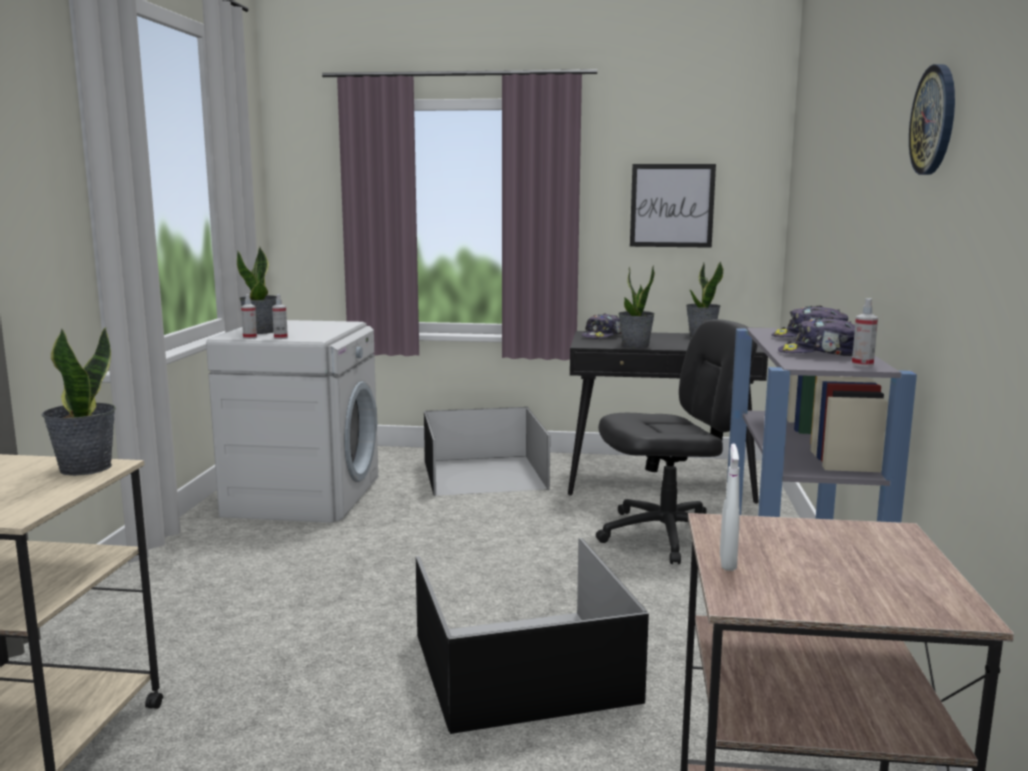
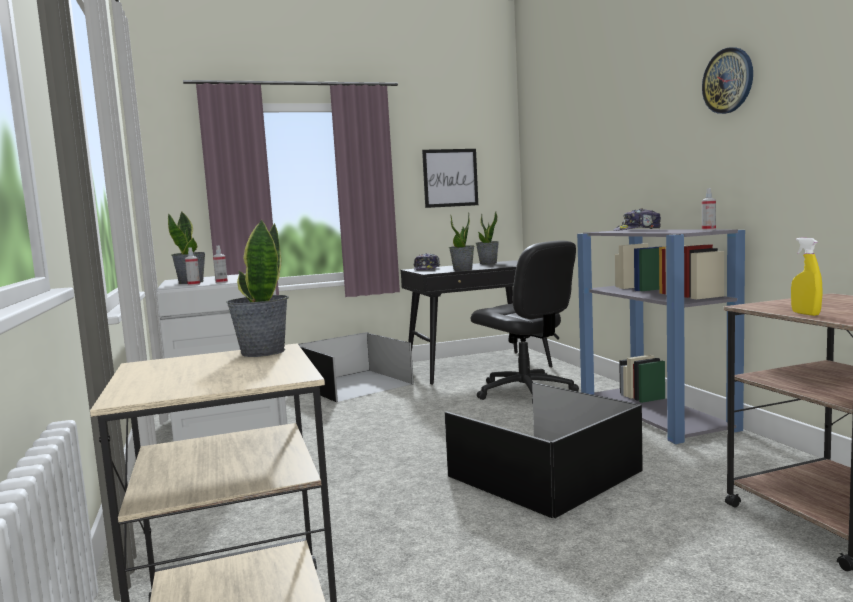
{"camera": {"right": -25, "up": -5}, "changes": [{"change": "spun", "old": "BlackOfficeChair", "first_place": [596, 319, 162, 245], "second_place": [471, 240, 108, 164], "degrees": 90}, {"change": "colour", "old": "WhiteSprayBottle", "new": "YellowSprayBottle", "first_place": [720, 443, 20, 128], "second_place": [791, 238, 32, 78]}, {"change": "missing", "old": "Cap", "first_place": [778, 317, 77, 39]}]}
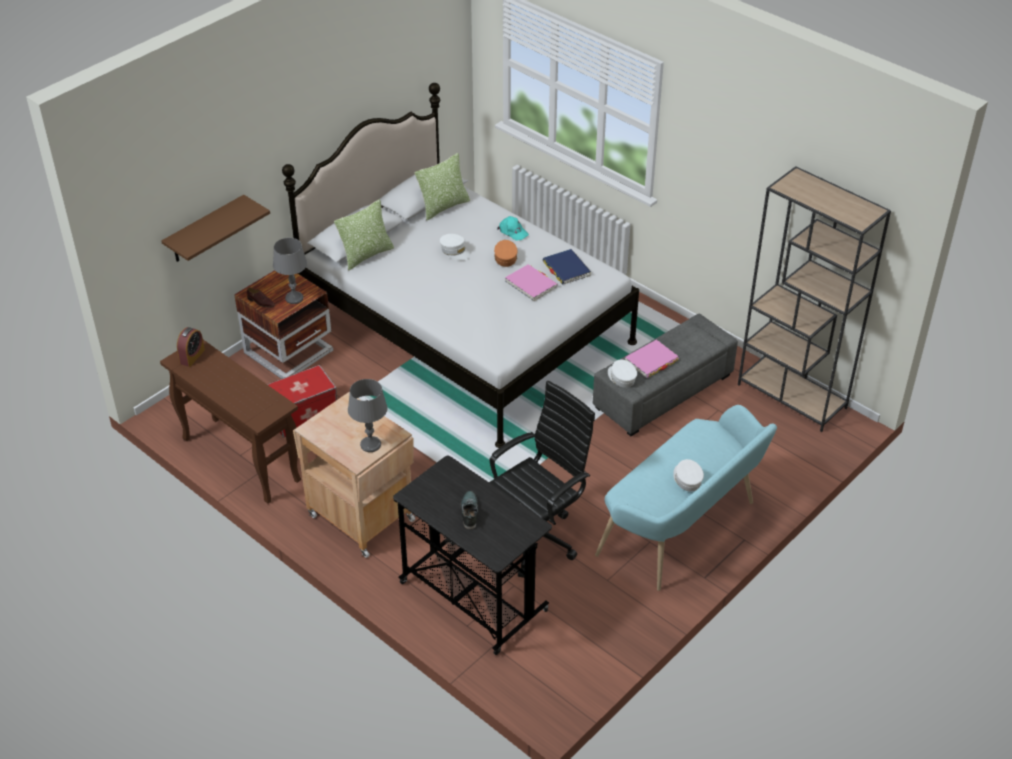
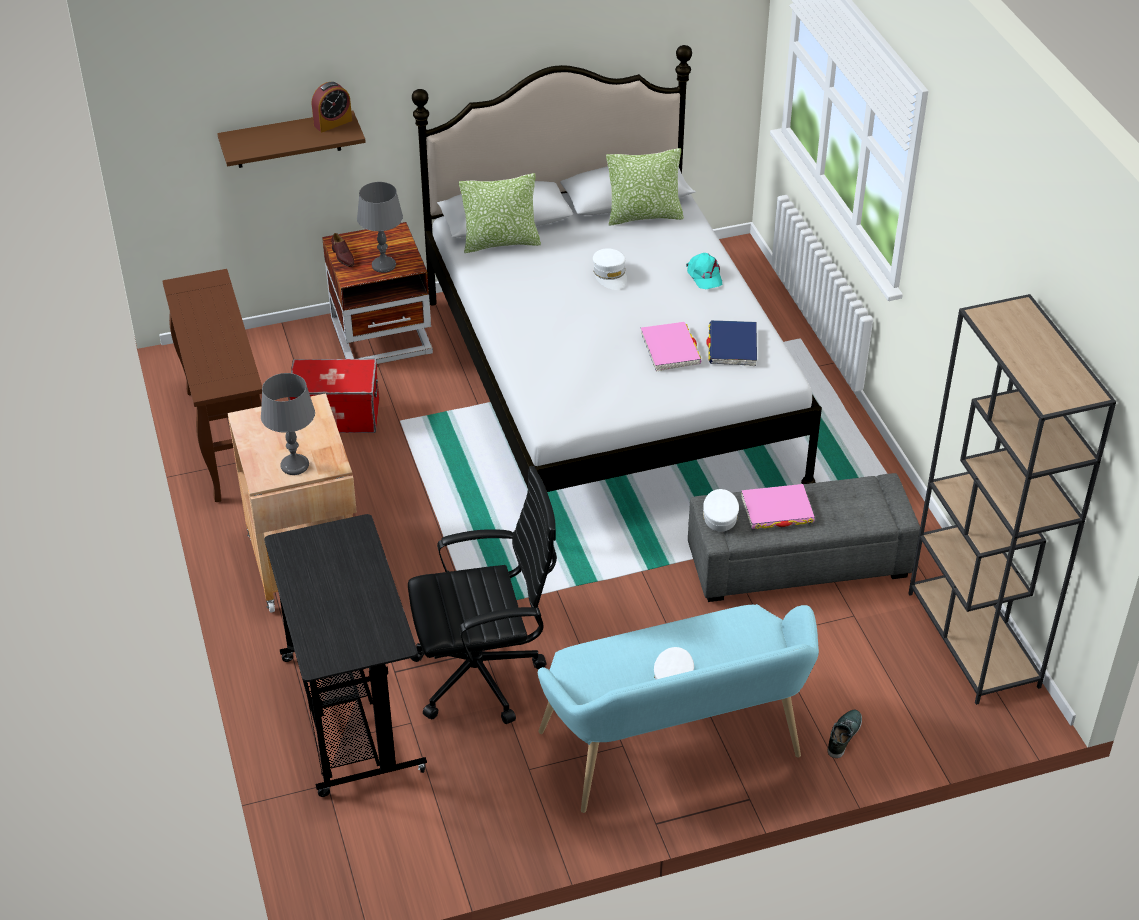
{"camera": {"right": 30, "up": 0}, "changes": [{"change": "relocated", "old": "AlarmClock", "first_place": [177, 327, 28, 40], "second_place": [312, 82, 40, 50]}, {"change": "relocated", "old": "Shoe", "first_place": [460, 491, 18, 39], "second_place": [827, 709, 35, 49]}, {"change": "missing", "old": "OrangeCap", "first_place": [494, 240, 24, 27]}]}
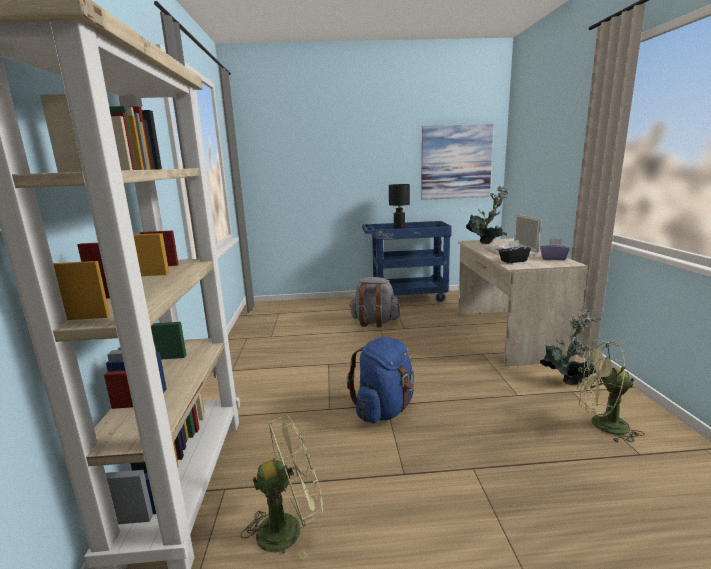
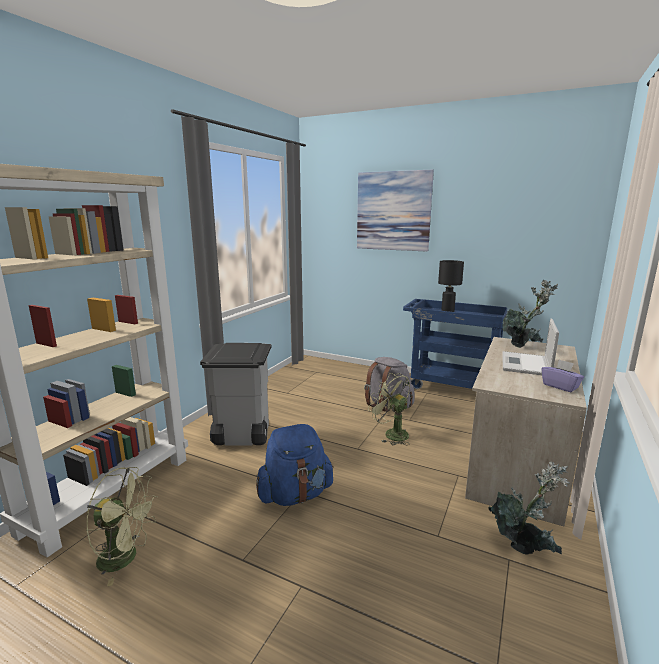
{"camera": {"right": 30, "up": 0}, "changes": [{"change": "appeared", "new": "GreyTrashCan", "second_place": [200, 343, 71, 103]}, {"change": "relocated", "old": "Picture", "first_place": [421, 124, 73, 76], "second_place": [357, 170, 77, 81]}, {"change": "relocated", "old": "GreenFan", "first_place": [577, 340, 67, 103], "second_place": [368, 373, 42, 72]}, {"change": "missing", "old": "BlackTissueBox", "first_place": [499, 240, 32, 23]}]}
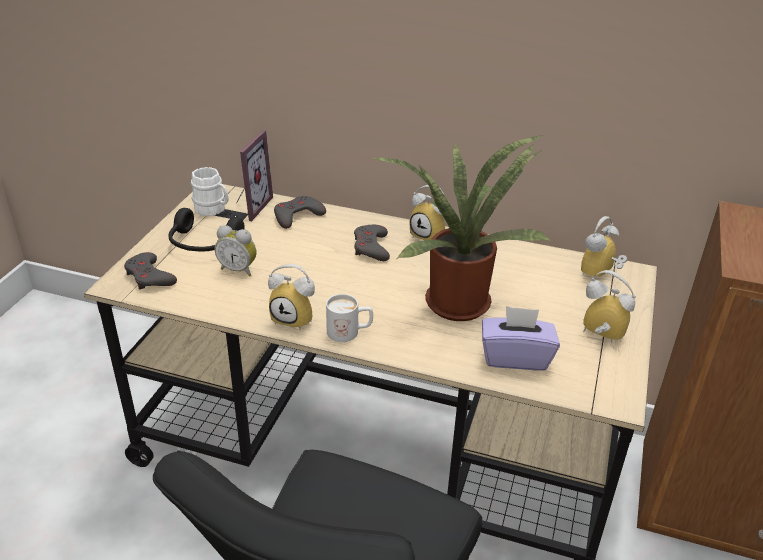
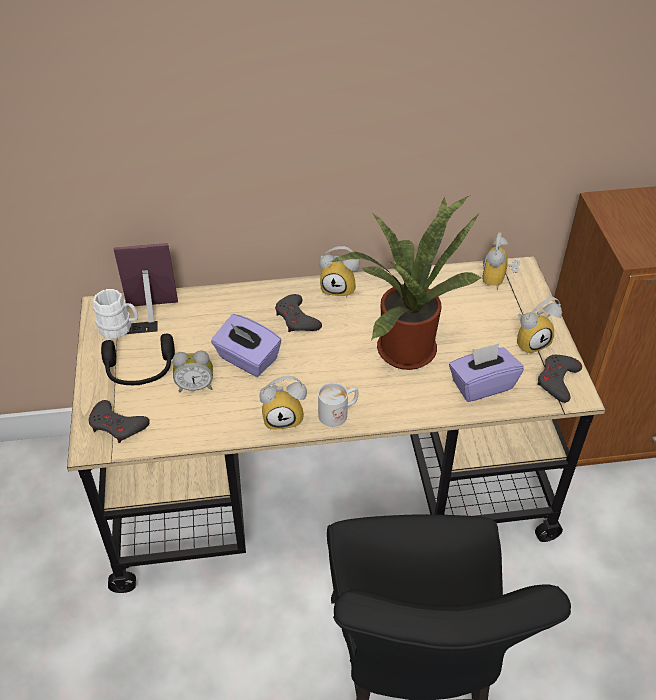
{"camera": {"right": -25, "up": 10}, "changes": [{"change": "spun", "old": "PictureFrame", "first_place": [236, 130, 37, 91], "second_place": [114, 243, 64, 80], "degrees": -90}, {"change": "appeared", "new": "PurpleTissueBox", "second_place": [211, 314, 70, 63]}, {"change": "spun", "old": "AlarmClock", "first_place": [583, 270, 53, 73], "second_place": [517, 297, 45, 58], "degrees": 150}, {"change": "relocated", "old": "GreyGameController", "first_place": [274, 196, 52, 33], "second_place": [537, 355, 45, 48]}]}
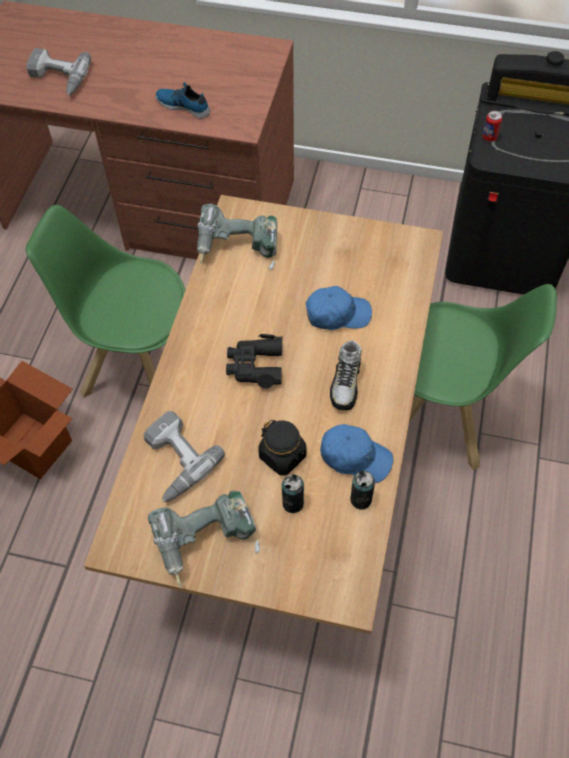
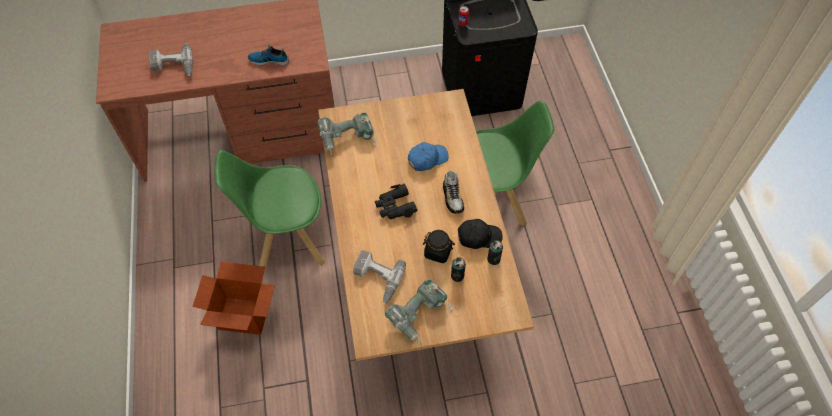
{"camera": {"right": -25, "up": 0}, "changes": [{"change": "colour", "old": "BlueCap", "new": "BlackCap", "first_place": [320, 424, 73, 59], "second_place": [458, 219, 44, 30]}]}
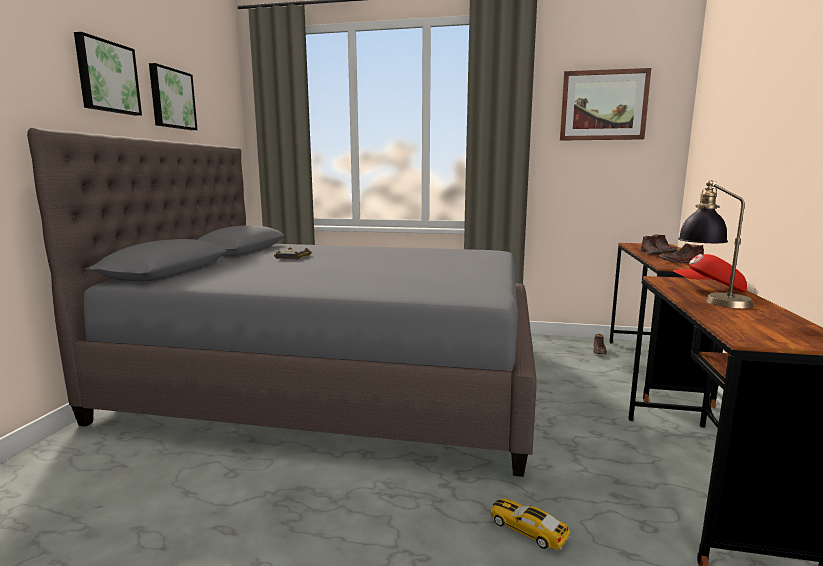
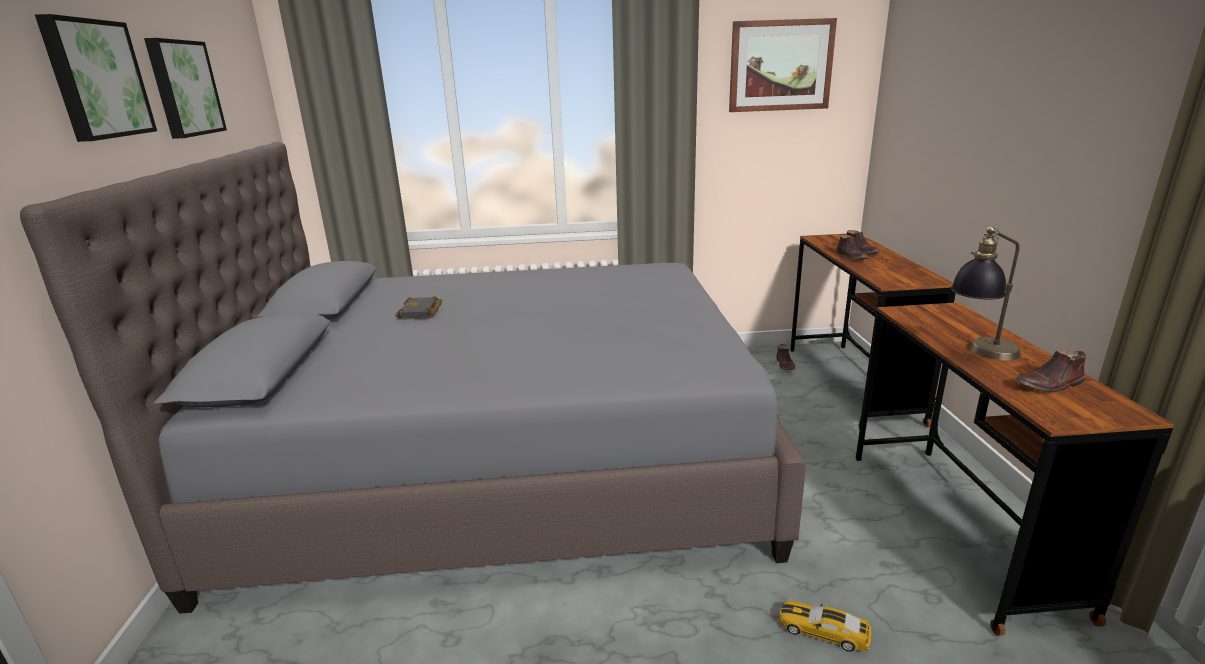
{"camera": {"right": -15, "up": 10}, "changes": [{"change": "relocated", "old": "BrownShoe", "first_place": [659, 243, 45, 20], "second_place": [1015, 350, 71, 43]}, {"change": "missing", "old": "RedCap", "first_place": [673, 254, 74, 38]}]}
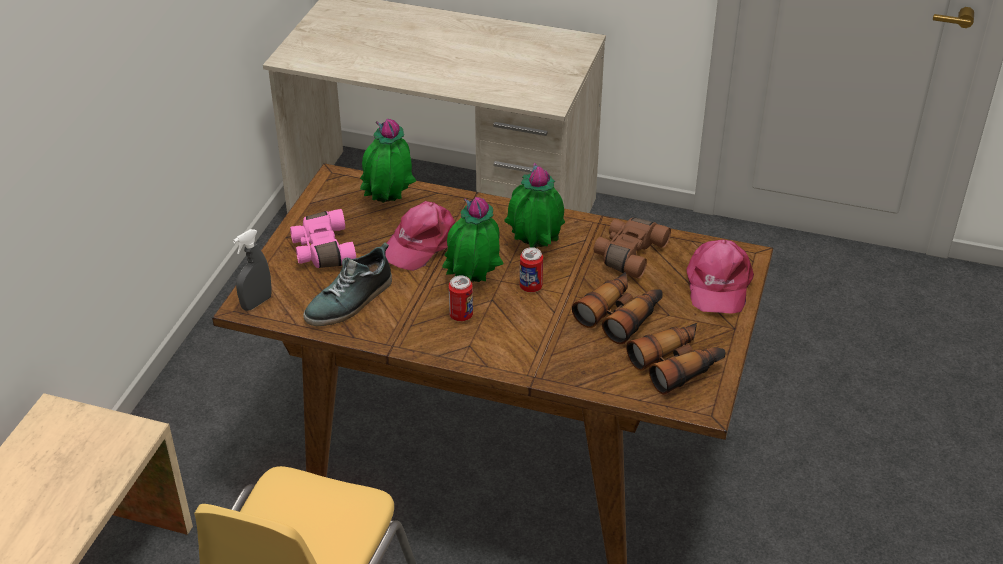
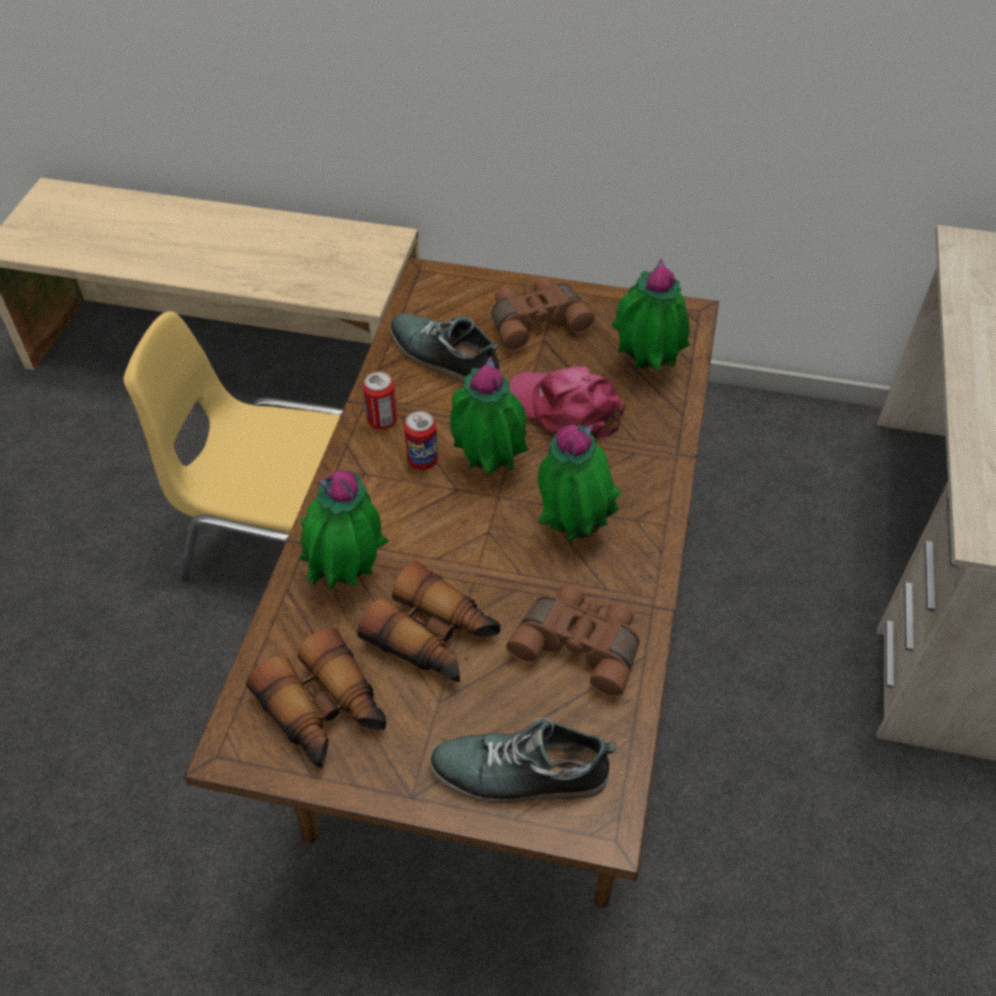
{"camera": {"right": 85, "up": 10}, "changes": [{"change": "appeared", "new": "PottedPlant", "second_place": [299, 470, 89, 121]}, {"change": "relocated", "old": "Can", "first_place": [520, 247, 23, 45], "second_place": [363, 372, 34, 58]}, {"change": "exchanged", "old": "PinkCap", "new": "Shoe", "first_place": [687, 240, 67, 74], "second_place": [429, 718, 187, 86]}, {"change": "colour", "old": "PinkBinoculars", "new": "BrownBinoculars", "first_place": [290, 209, 66, 59], "second_place": [492, 277, 103, 74]}, {"change": "missing", "old": "GreySprayBottle", "first_place": [233, 229, 39, 82]}]}
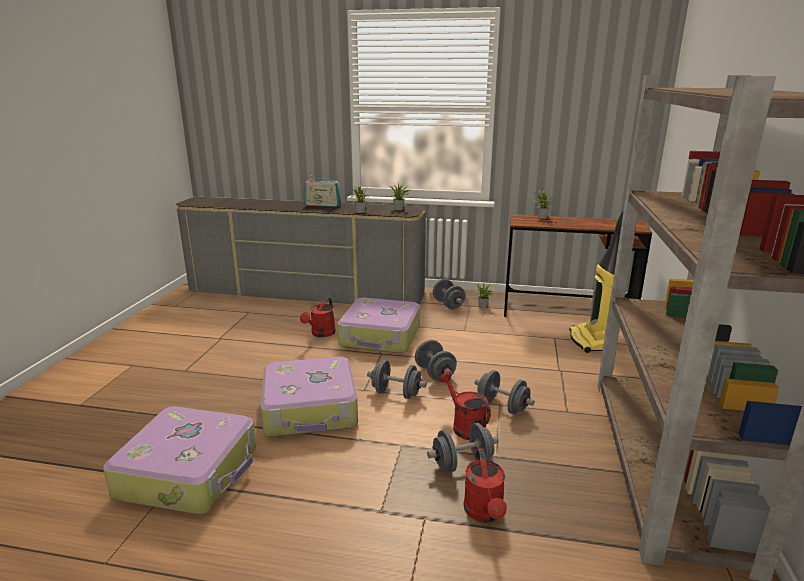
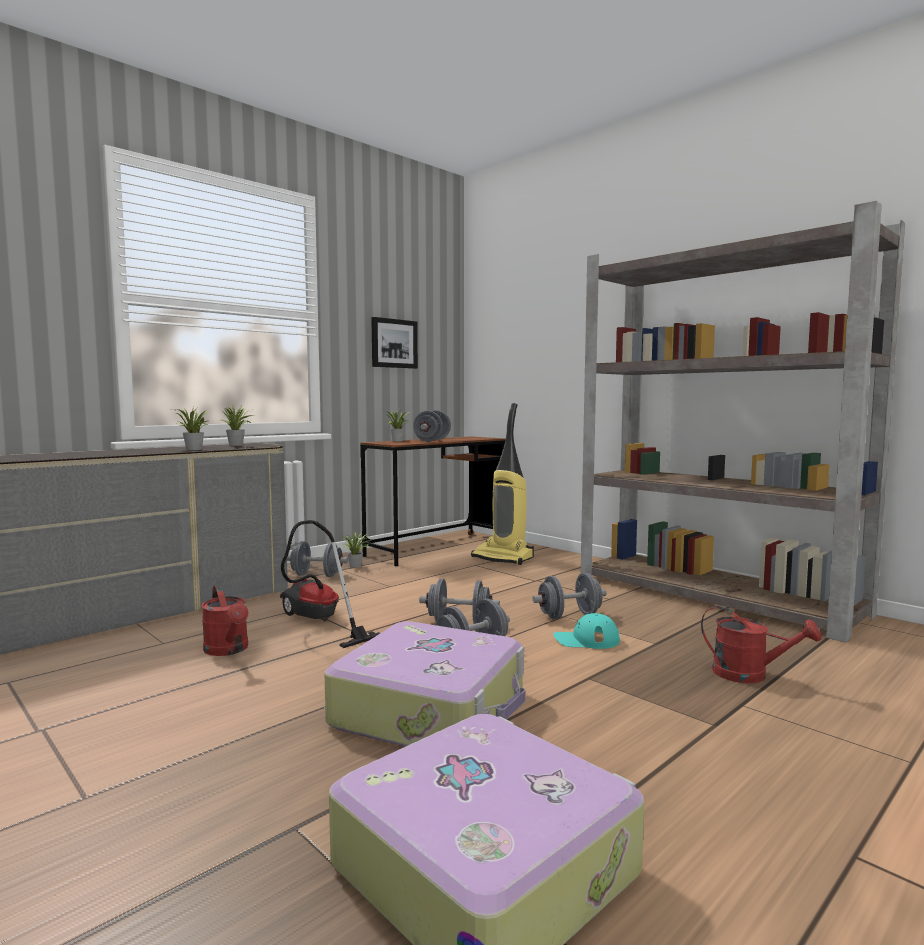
{"camera": {"right": -55, "up": -15}, "changes": [{"change": "exchanged", "old": "Suitcase", "new": "VacuumCleaner", "first_place": [337, 298, 83, 55], "second_place": [280, 520, 100, 128]}, {"change": "appeared", "new": "Picture", "second_place": [371, 317, 47, 52]}, {"change": "relocated", "old": "GreyDumbbell", "first_place": [427, 423, 72, 49], "second_place": [413, 410, 38, 32]}, {"change": "exchanged", "old": "RedWateringCan", "new": "TurquoiseCap", "first_place": [439, 372, 52, 68], "second_place": [553, 613, 67, 36]}, {"change": "missing", "old": "Radio", "first_place": [305, 175, 36, 32]}]}
